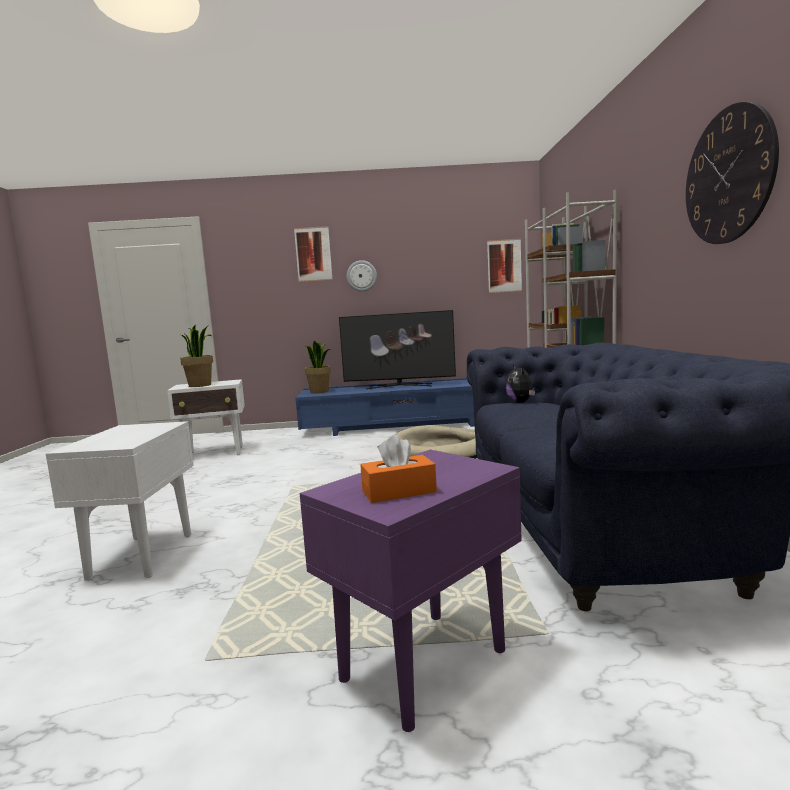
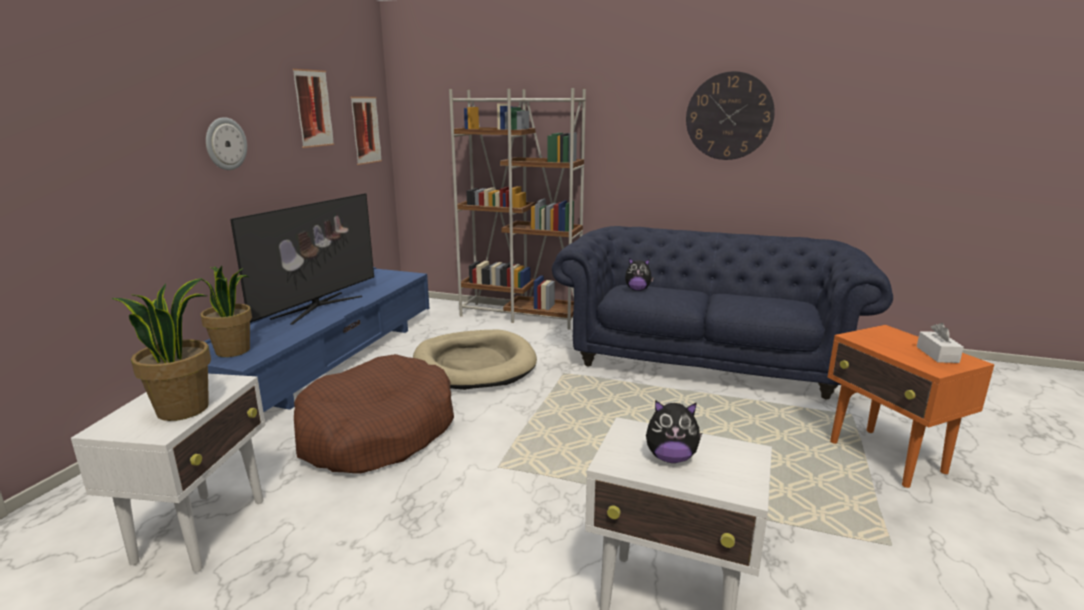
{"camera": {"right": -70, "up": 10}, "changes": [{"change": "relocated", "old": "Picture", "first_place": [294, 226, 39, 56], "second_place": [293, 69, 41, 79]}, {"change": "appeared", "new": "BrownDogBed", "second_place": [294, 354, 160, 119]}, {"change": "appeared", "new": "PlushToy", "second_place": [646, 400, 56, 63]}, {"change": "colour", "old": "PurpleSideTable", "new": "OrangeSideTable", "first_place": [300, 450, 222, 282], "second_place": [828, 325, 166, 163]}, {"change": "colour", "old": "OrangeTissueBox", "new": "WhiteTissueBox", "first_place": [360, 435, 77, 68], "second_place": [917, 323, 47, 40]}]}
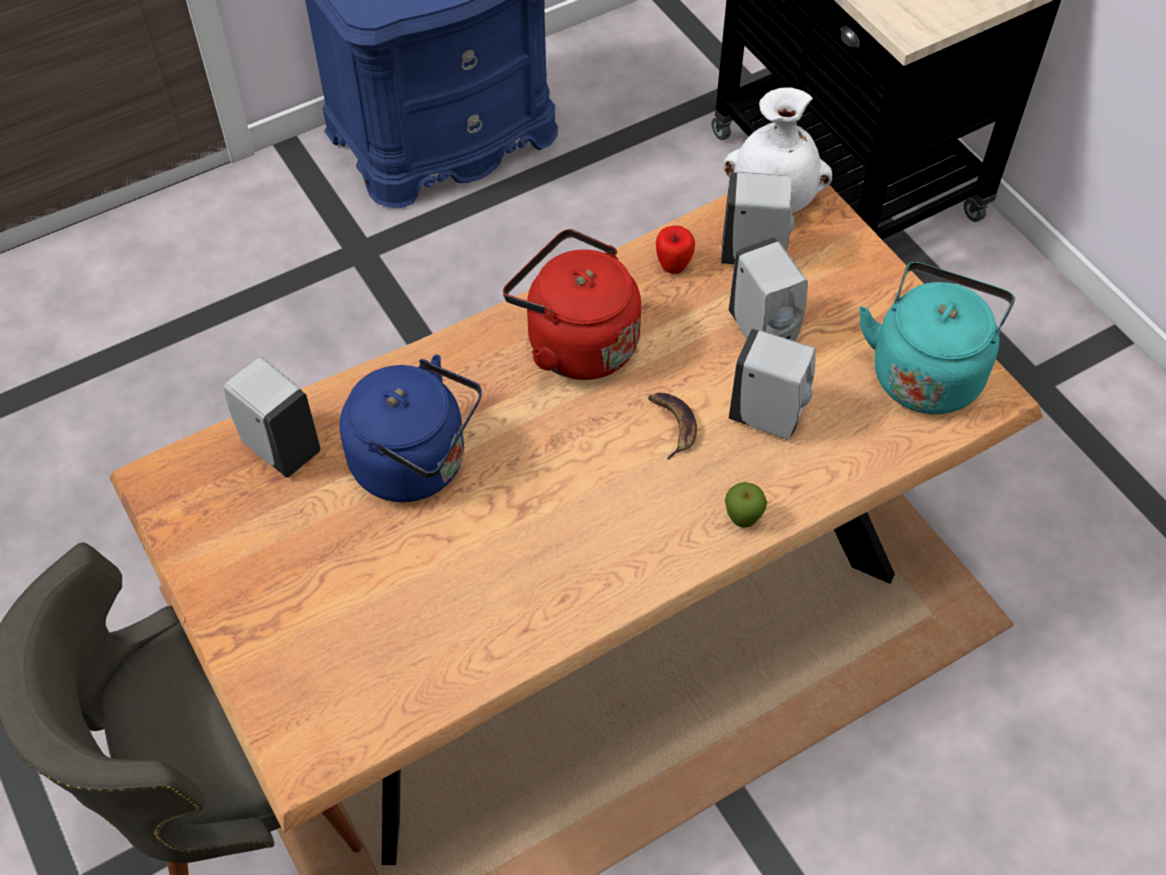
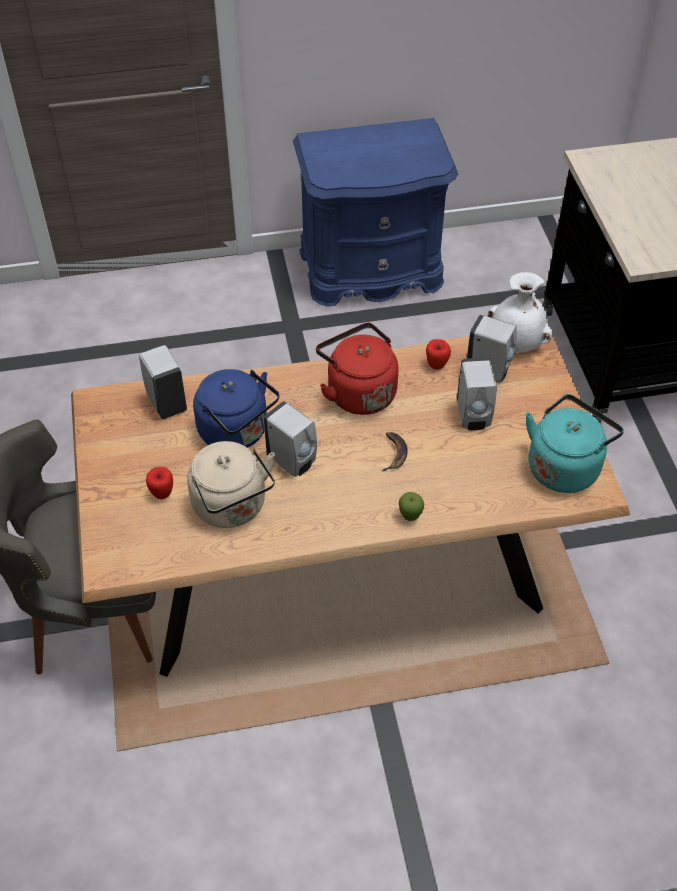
{"camera": {"right": 20, "up": -5}, "changes": [{"change": "appeared", "new": "Apple", "second_place": [146, 467, 27, 32]}, {"change": "appeared", "new": "BeigeKettle", "second_place": [187, 441, 88, 87]}, {"change": "relocated", "old": "WhiteSoapDispenser", "first_place": [729, 329, 86, 111], "second_place": [264, 401, 53, 76]}]}
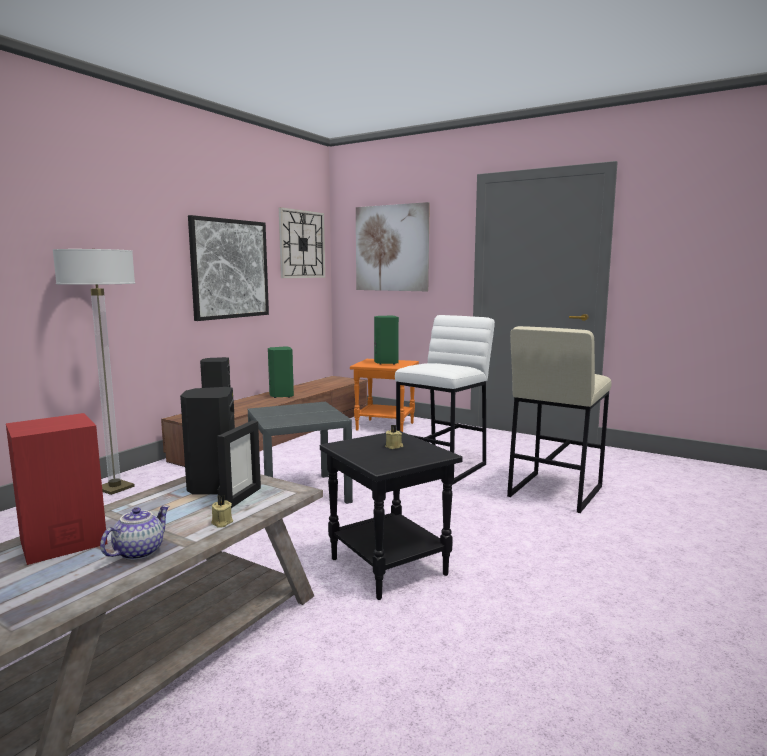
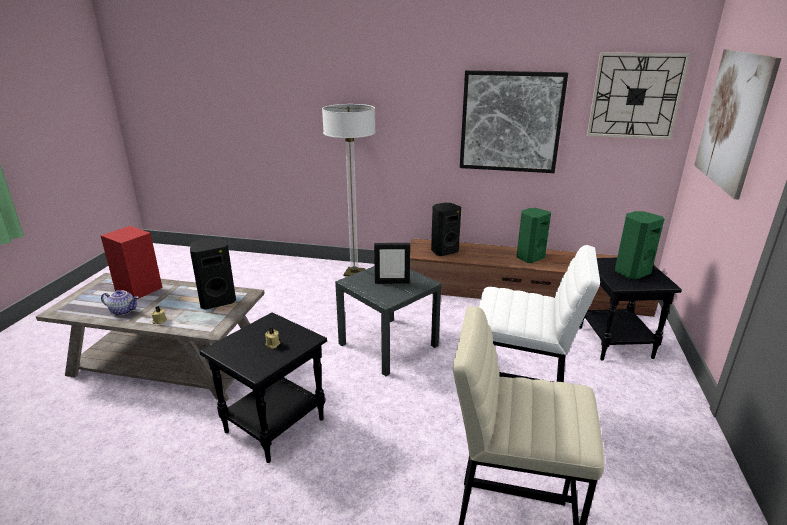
{"camera": {"right": 70, "up": 15}, "changes": [{"change": "relocated", "old": "PictureFrame", "first_place": [217, 421, 44, 87], "second_place": [374, 243, 36, 41]}, {"change": "colour", "old": "OrangeSideTable", "new": "BlackSideTable", "first_place": [350, 359, 69, 73], "second_place": [579, 258, 103, 103]}]}
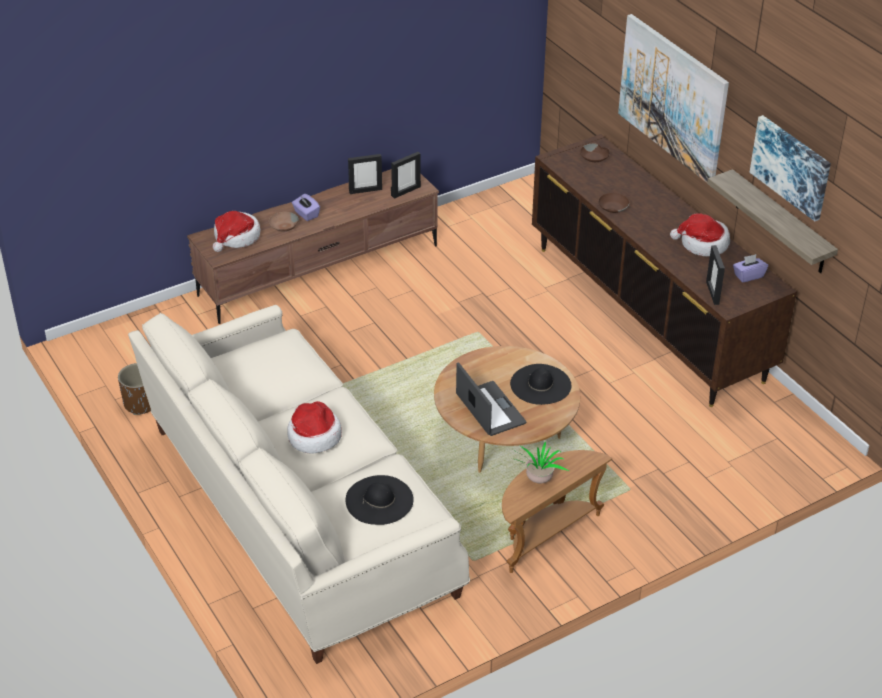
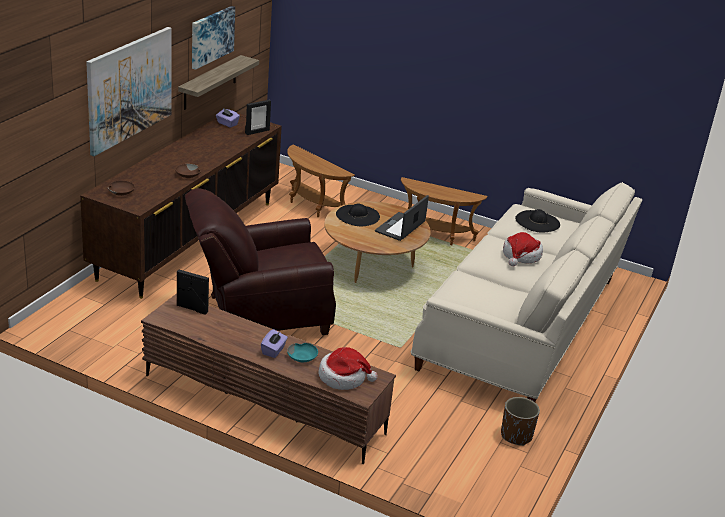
{"camera": {"right": -125, "up": -10}, "changes": [{"change": "appeared", "new": "BrownArmchair", "second_place": [185, 188, 151, 147]}, {"change": "appeared", "new": "BrownSideTable", "second_place": [287, 144, 68, 73]}, {"change": "colour", "old": "BrownBowl", "new": "TurquoiseBowl", "first_place": [269, 212, 30, 20], "second_place": [287, 343, 31, 19]}, {"change": "missing", "old": "PictureFrame", "first_place": [348, 154, 34, 40]}, {"change": "missing", "old": "PottedPlant", "first_place": [515, 442, 54, 41]}, {"change": "missing", "old": "Hat", "first_place": [670, 213, 60, 43]}]}
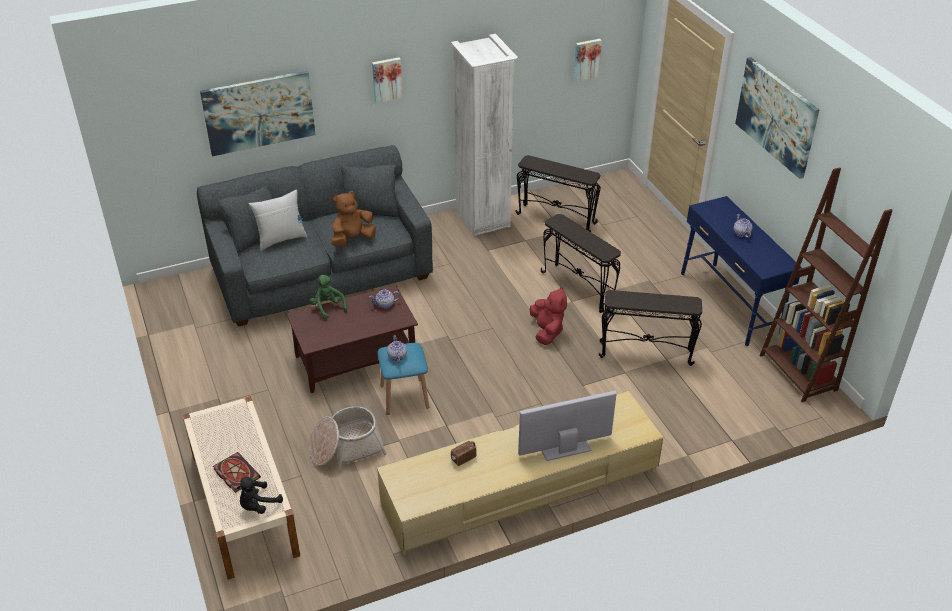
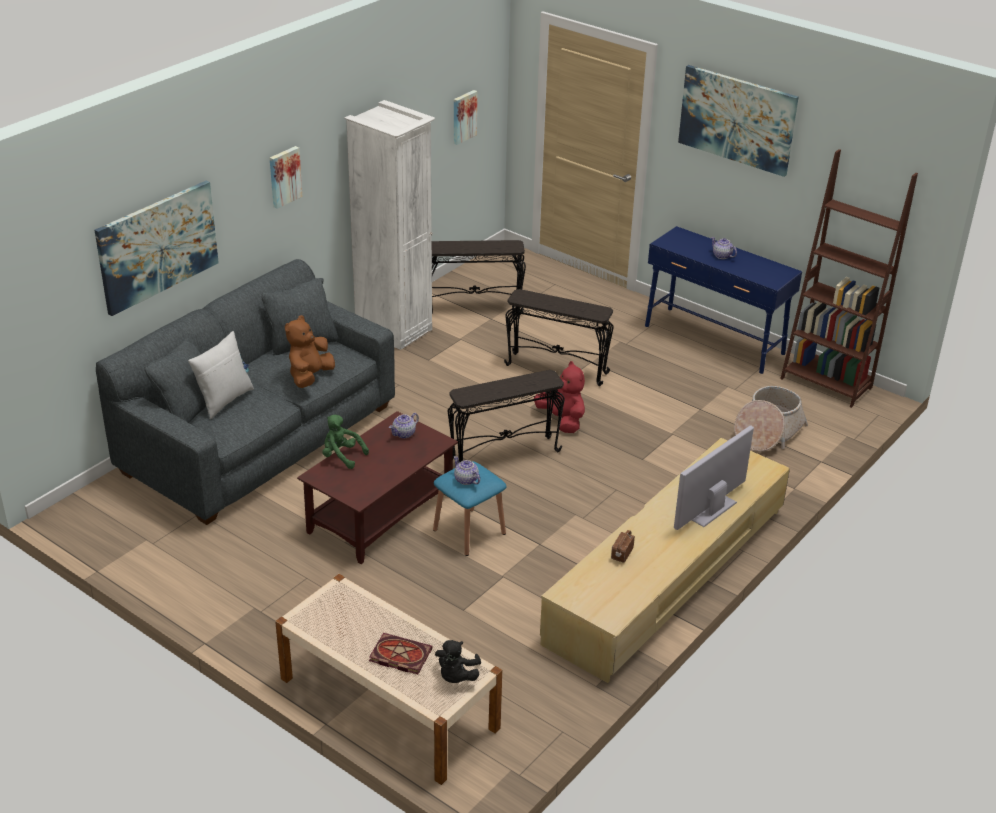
{"camera": {"right": -30, "up": -5}, "changes": [{"change": "relocated", "old": "BlackSideTable", "first_place": [599, 290, 103, 76], "second_place": [448, 370, 117, 92]}, {"change": "relocated", "old": "Basket", "first_place": [309, 406, 78, 63], "second_place": [734, 386, 74, 66]}]}
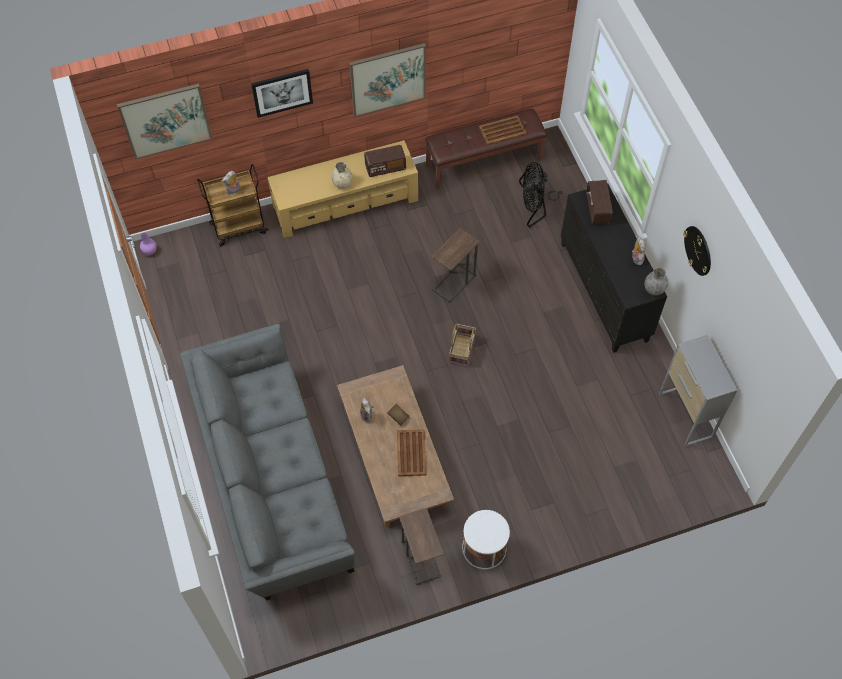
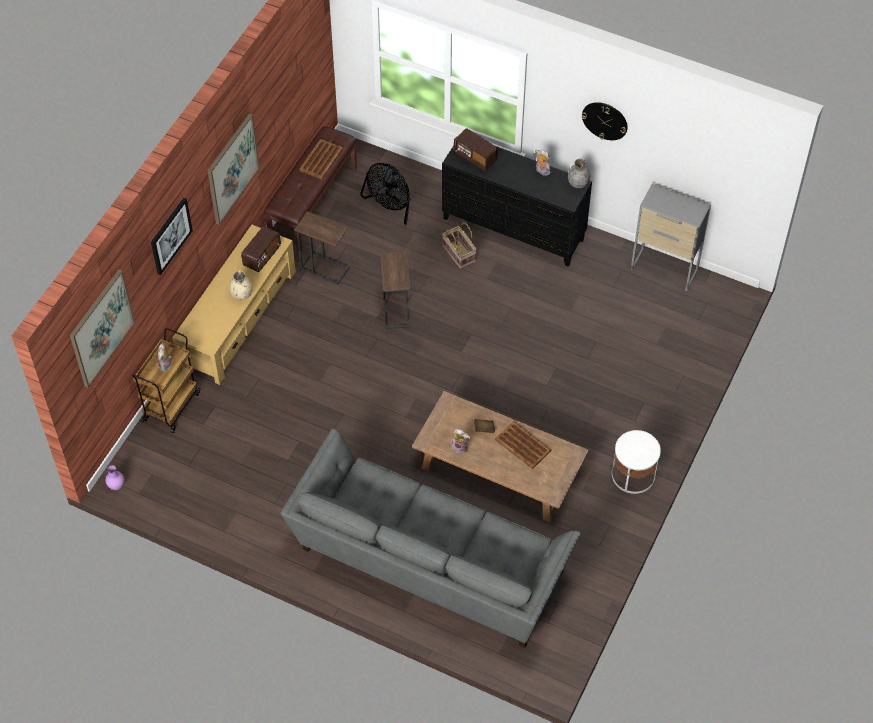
{"camera": {"right": -45, "up": -5}, "changes": [{"change": "relocated", "old": "BrownSideTable", "first_place": [399, 508, 44, 77], "second_place": [295, 211, 55, 74]}, {"change": "relocated", "old": "Basket", "first_place": [449, 324, 27, 43], "second_place": [442, 222, 35, 47]}]}
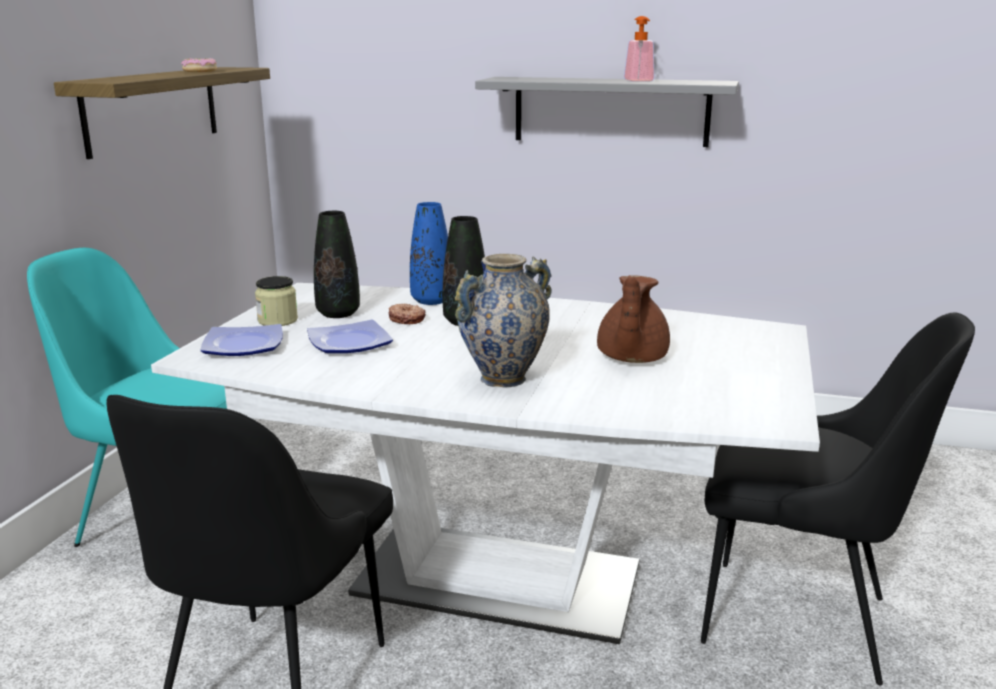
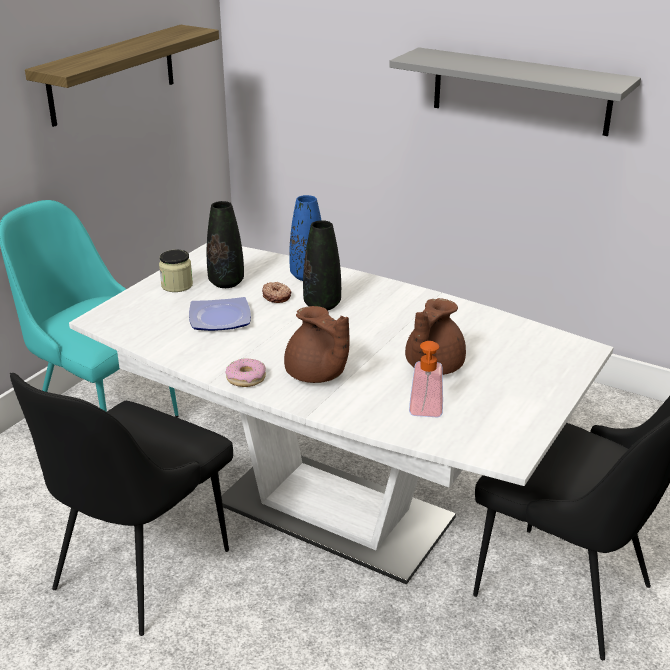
{"camera": {"right": 15, "up": 10}, "changes": [{"change": "relocated", "old": "Donut", "first_place": [181, 58, 36, 14], "second_place": [226, 358, 40, 29]}, {"change": "exchanged", "old": "Vase", "new": "BrownTeapot", "first_place": [455, 254, 97, 134], "second_place": [284, 306, 66, 77]}, {"change": "relocated", "old": "SoapDispenser", "first_place": [624, 16, 30, 66], "second_place": [409, 341, 34, 76]}, {"change": "missing", "old": "Plate", "first_place": [201, 324, 82, 32]}]}
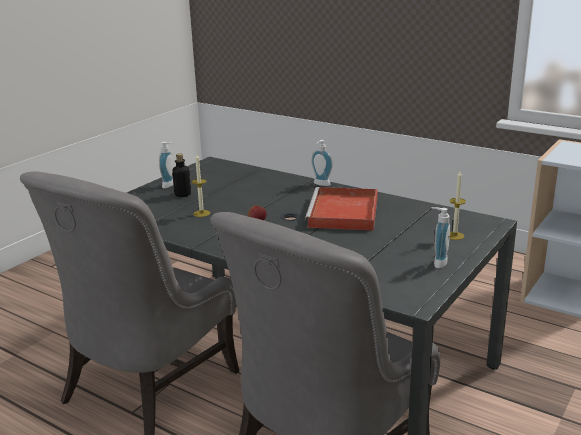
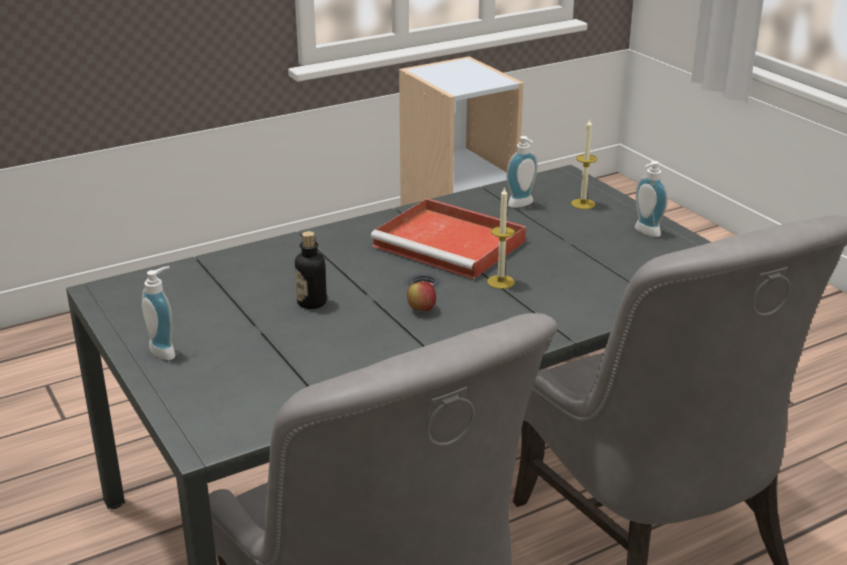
{"camera": {"right": -65, "up": 5}, "changes": [{"change": "relocated", "old": "Bottle", "first_place": [172, 153, 19, 44], "second_place": [295, 231, 32, 78]}, {"change": "relocated", "old": "Candle", "first_place": [192, 154, 18, 63], "second_place": [487, 187, 28, 102]}, {"change": "relocated", "old": "SoapDispenser", "first_place": [311, 140, 22, 46], "second_place": [506, 136, 32, 72]}]}
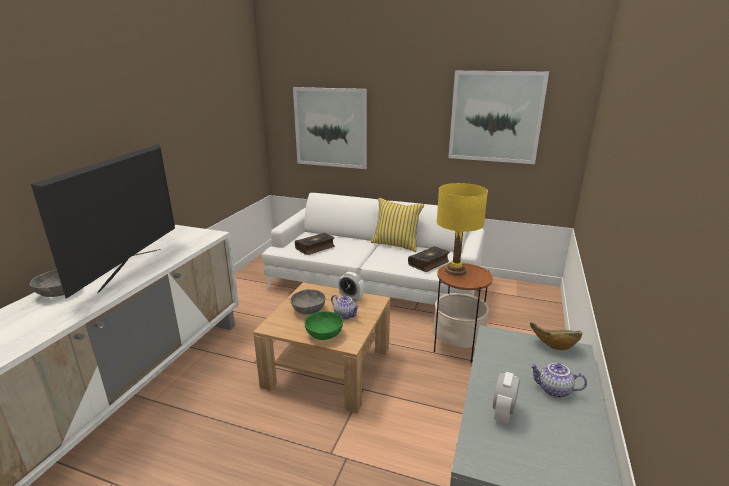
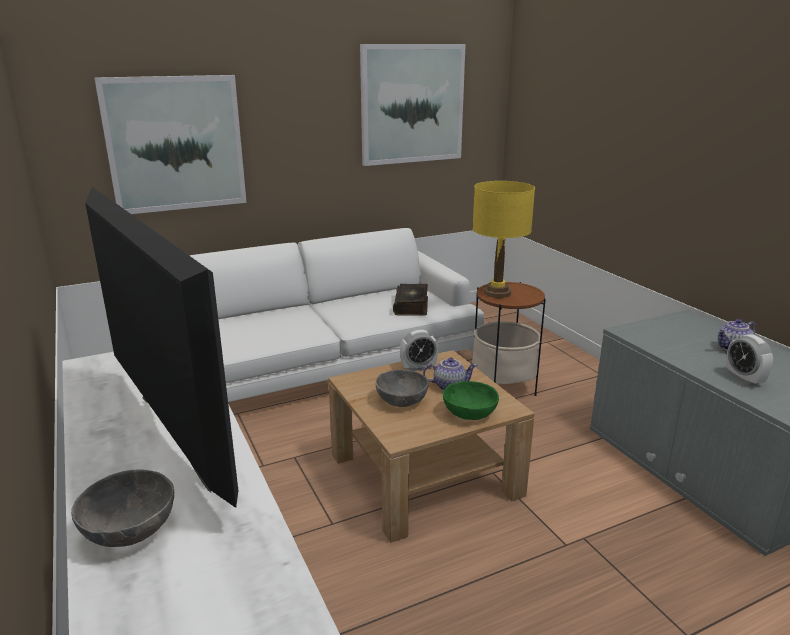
{"camera": {"right": -45, "up": 0}, "changes": [{"change": "missing", "old": "Book", "first_place": [295, 233, 40, 22]}, {"change": "missing", "old": "YellowPillow", "first_place": [371, 198, 53, 54]}, {"change": "missing", "old": "Bowl", "first_place": [530, 322, 52, 28]}]}
